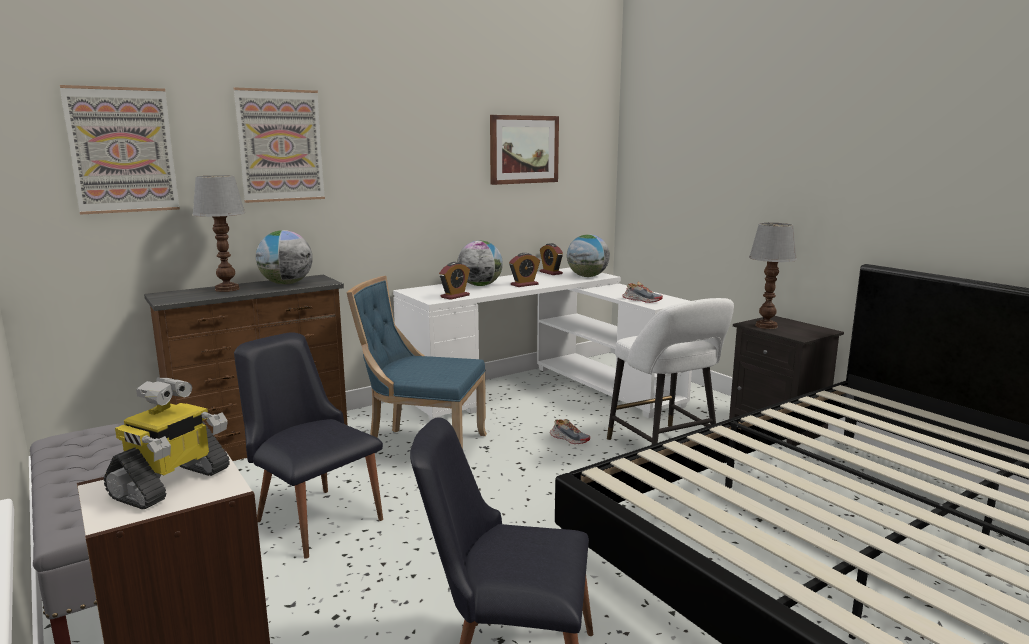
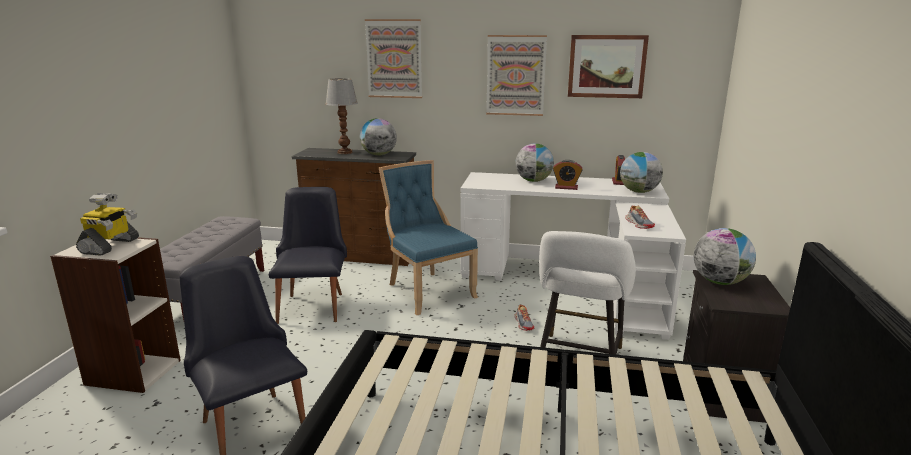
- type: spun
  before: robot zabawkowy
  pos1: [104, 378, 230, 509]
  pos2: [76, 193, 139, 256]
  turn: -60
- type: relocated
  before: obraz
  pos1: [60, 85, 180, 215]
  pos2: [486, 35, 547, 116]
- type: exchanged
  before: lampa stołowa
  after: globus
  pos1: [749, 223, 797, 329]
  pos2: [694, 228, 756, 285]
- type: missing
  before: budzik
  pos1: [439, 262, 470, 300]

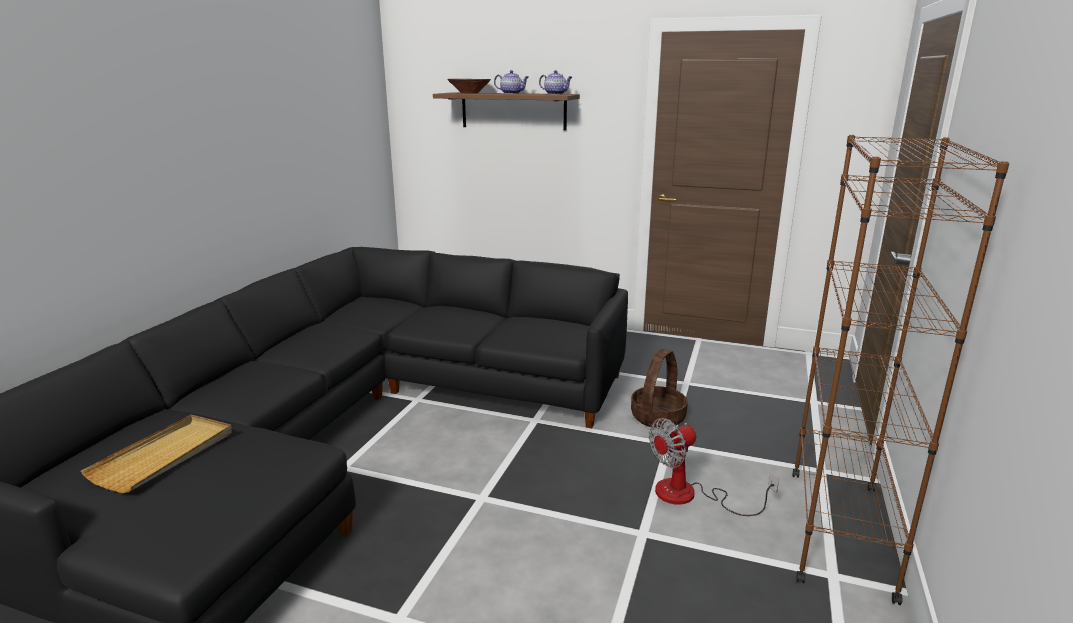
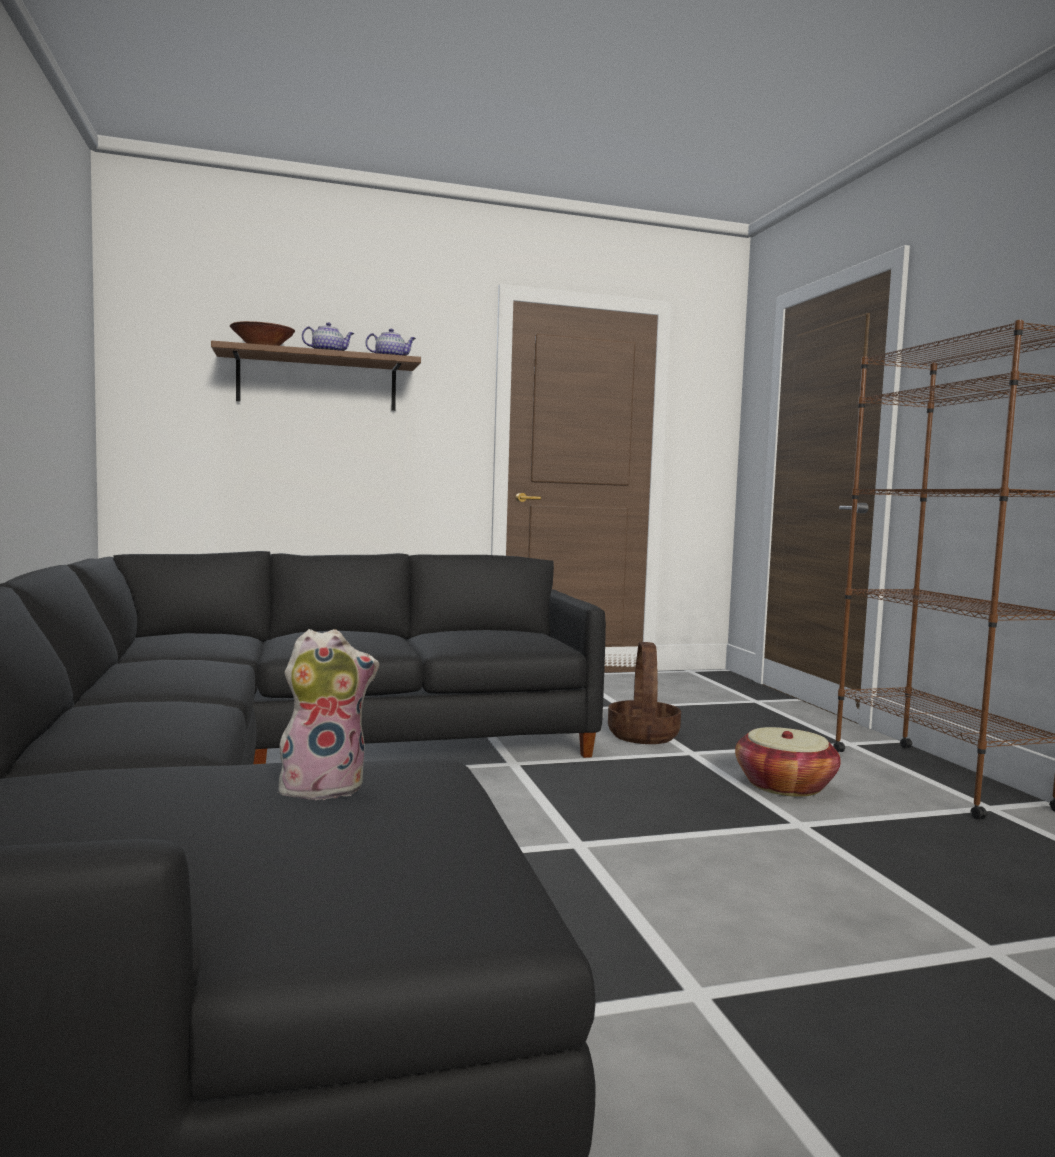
- type: appeared
  after: pluszak
  pos2: [278, 629, 379, 800]
- type: exchanged
  before: wentylator
  after: koszyk
  pos1: [649, 418, 779, 516]
  pos2: [735, 727, 841, 797]
- type: missing
  before: taca [beżowy]
  pos1: [81, 415, 232, 493]

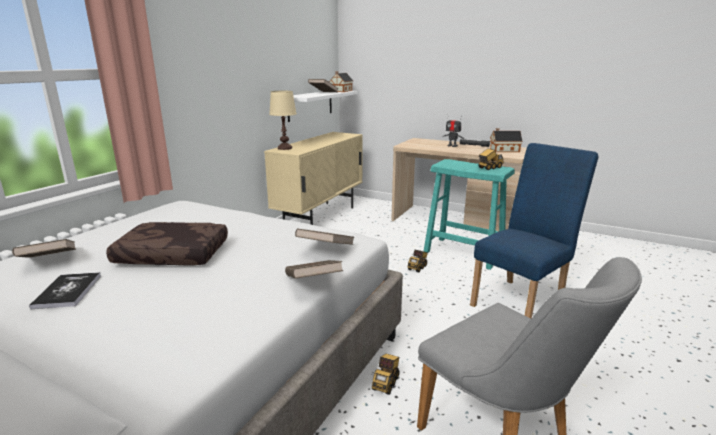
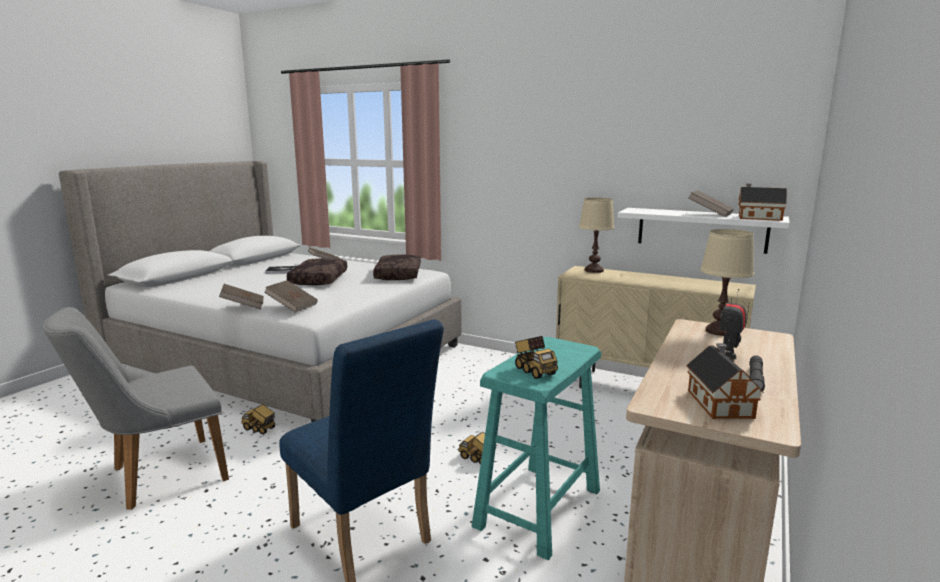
- type: appeared
  after: poduszka [brązowy]
  pos2: [373, 254, 421, 280]
- type: appeared
  after: lampa stołowa [beżowy]
  pos2: [700, 229, 754, 336]

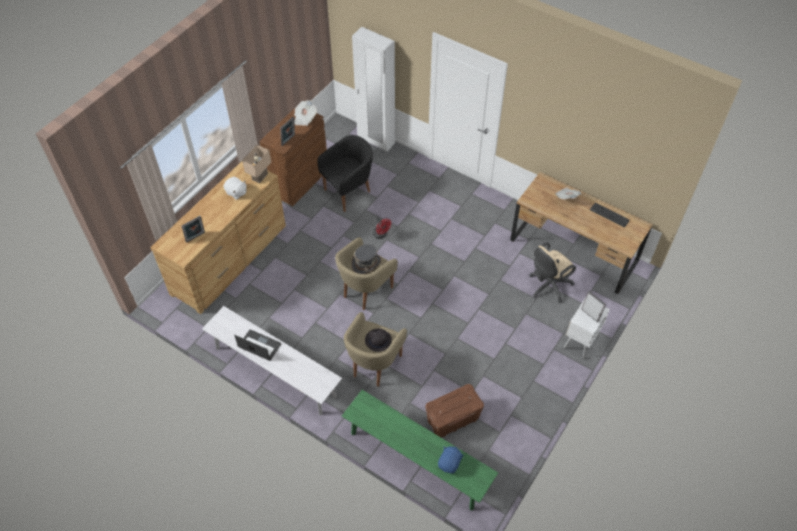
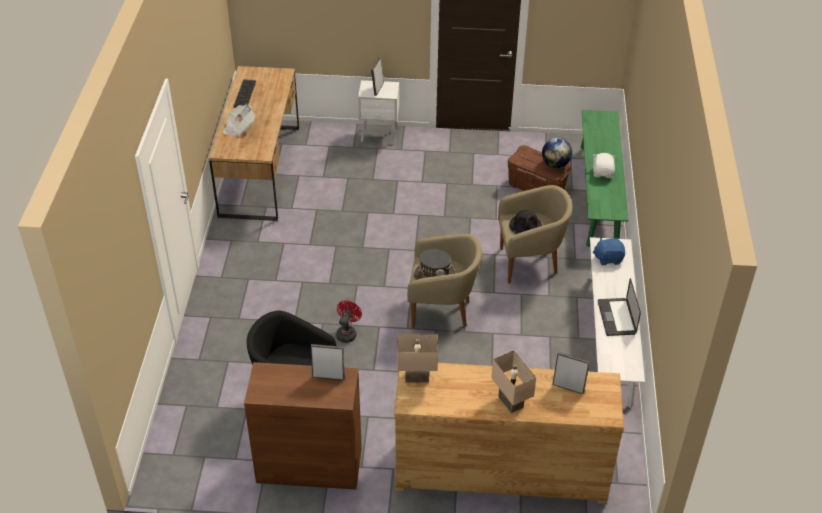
- type: appeared
  after: lampa stołowa [beżowy]
  pos2: [491, 350, 536, 413]
- type: appeared
  after: globus
  pos2: [542, 138, 572, 168]
- type: relocated
  before: pluszak [niebieski]
  pos1: [438, 446, 464, 474]
  pos2: [592, 237, 625, 265]
- type: relocated
  before: pluszak [biały]
  pos1: [223, 177, 247, 200]
  pos2: [593, 153, 616, 178]
- type: missing
  before: gazeta
  pos1: [294, 100, 317, 126]
- type: missing
  before: szafa [biały]
  pos1: [352, 27, 395, 152]
- type: missing
  before: krzesło biurowe [beżowy]
  pos1: [529, 242, 576, 303]

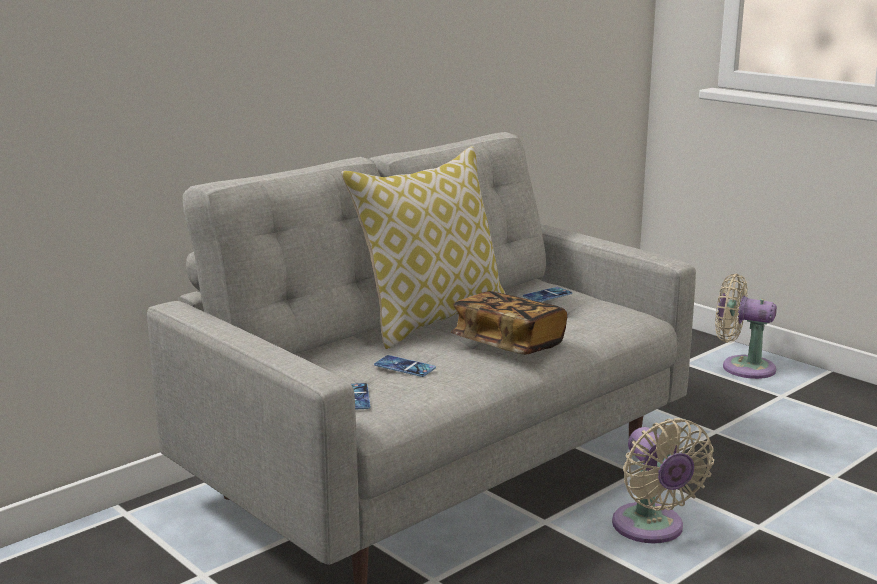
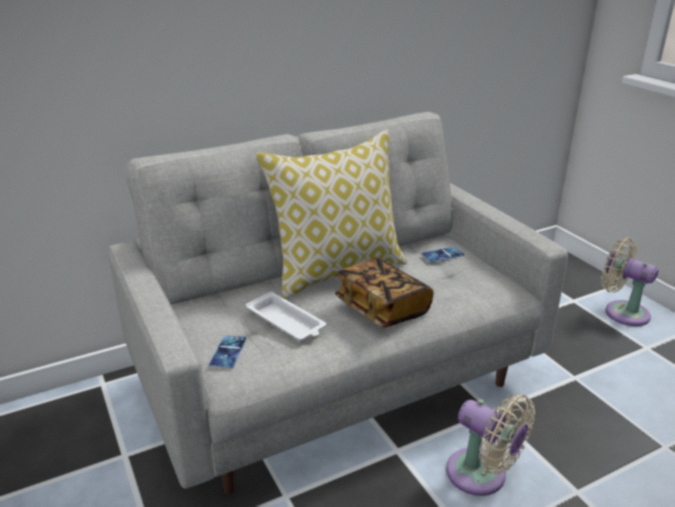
- type: exchanged
  before: telefon
  after: taca [biały]
  pos1: [374, 355, 436, 377]
  pos2: [246, 292, 326, 341]
- type: spun
  before: wentylator [beżowy]
  pos1: [612, 418, 714, 543]
  pos2: [446, 394, 535, 496]
  turn: -45

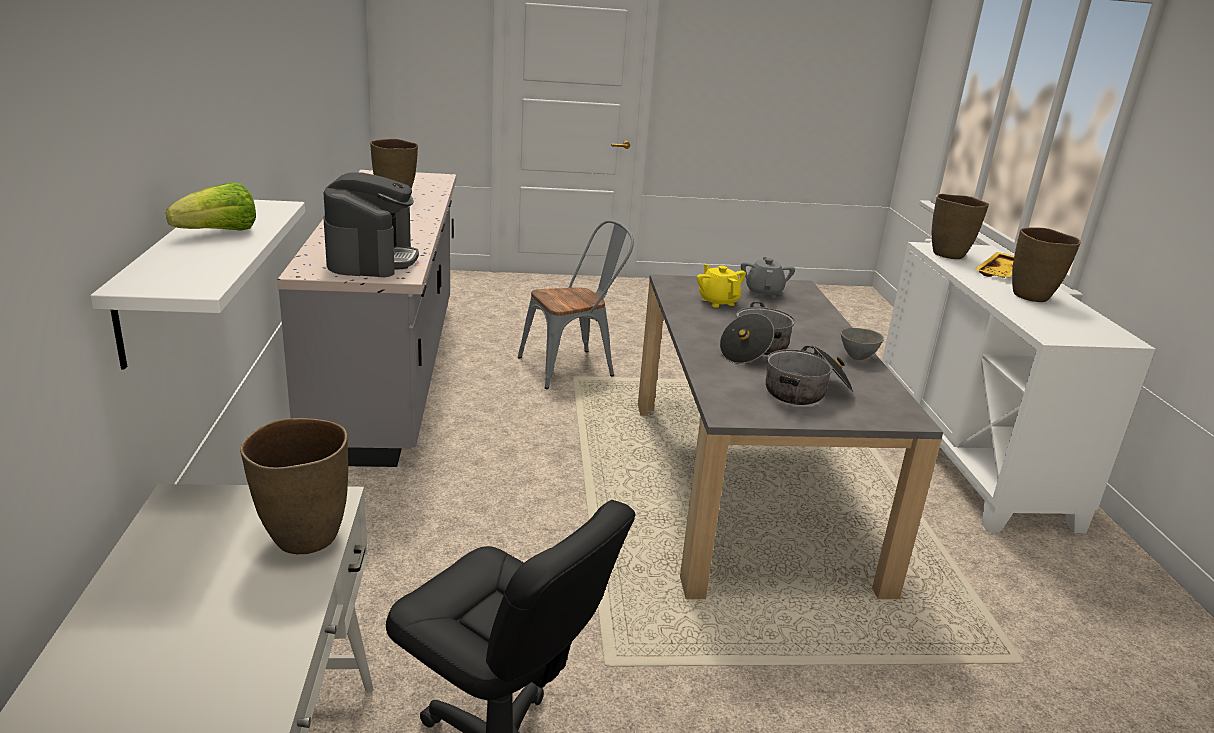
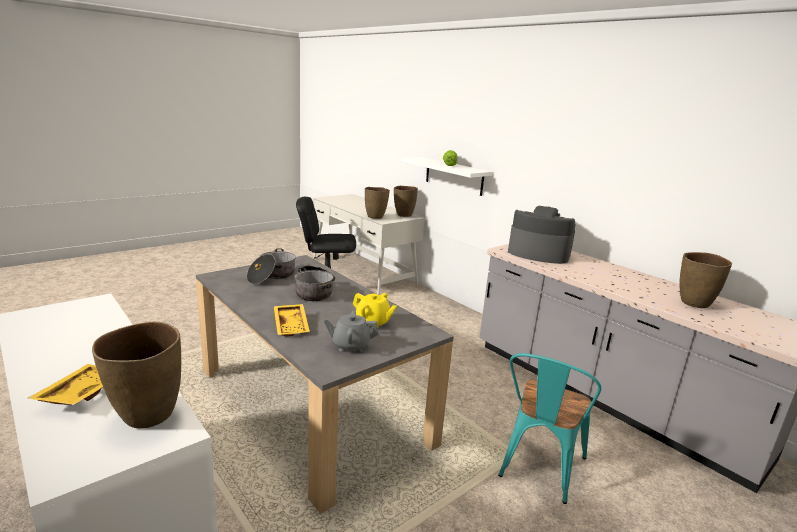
- type: appeared
  after: taca [żółty]
  pos2: [274, 304, 310, 337]
- type: spun
  before: imbryk [szary]
  pos1: [741, 257, 795, 298]
  pos2: [324, 311, 379, 353]
  turn: 120
- type: relocated
  before: wazon [brązowy]
  pos1: [1012, 227, 1081, 302]
  pos2: [394, 186, 418, 217]
- type: colour
  before: krzesło [szary]
  after: krzesło [turkusowy]
  pos1: [518, 220, 634, 389]
  pos2: [498, 353, 601, 504]
- type: spun
  before: ekspres do kawy
  pos1: [324, 173, 419, 277]
  pos2: [508, 206, 576, 264]
  turn: 150
- type: missing
  before: miska [szary]
  pos1: [841, 328, 884, 360]

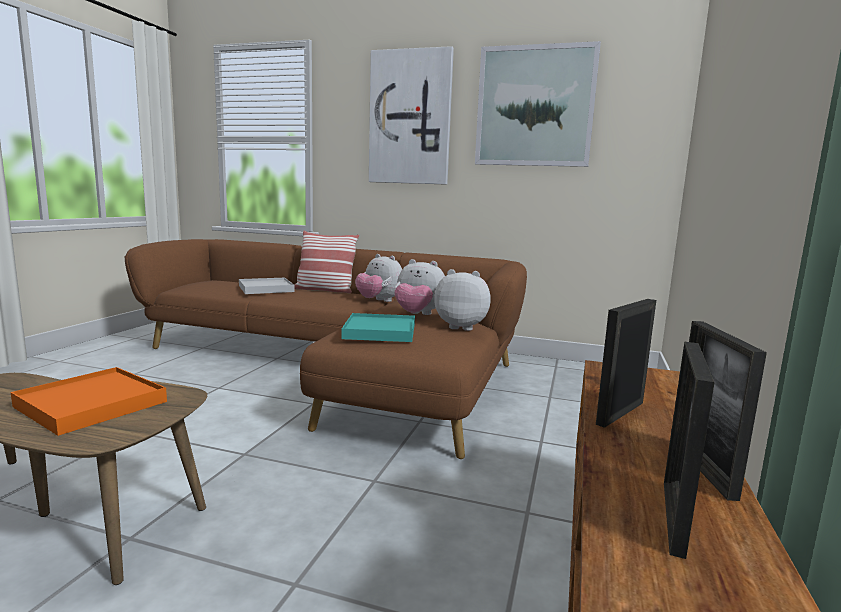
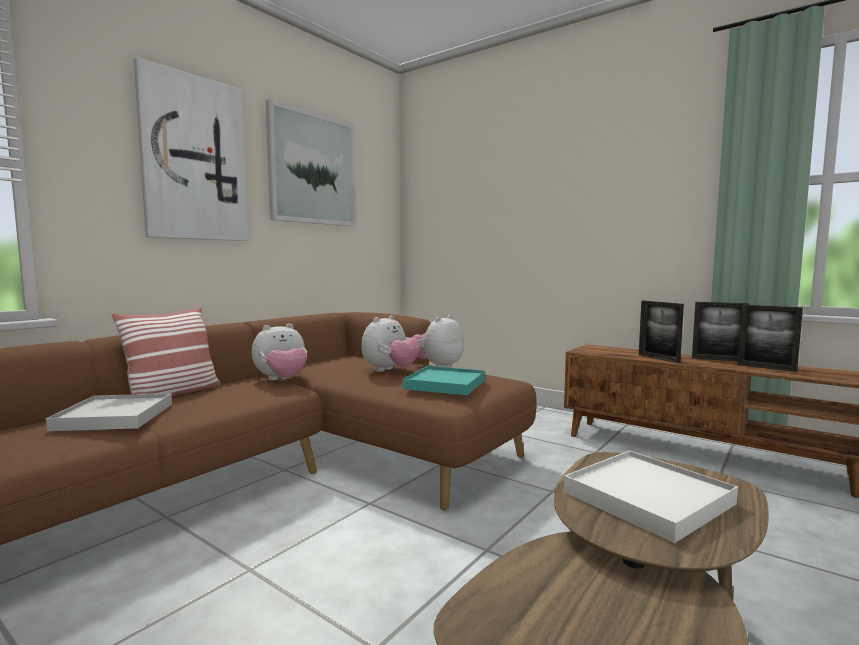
- type: colour
  before: taca [pomarańczowy]
  after: taca [biały]
  pos1: [11, 367, 167, 436]
  pos2: [564, 450, 738, 543]

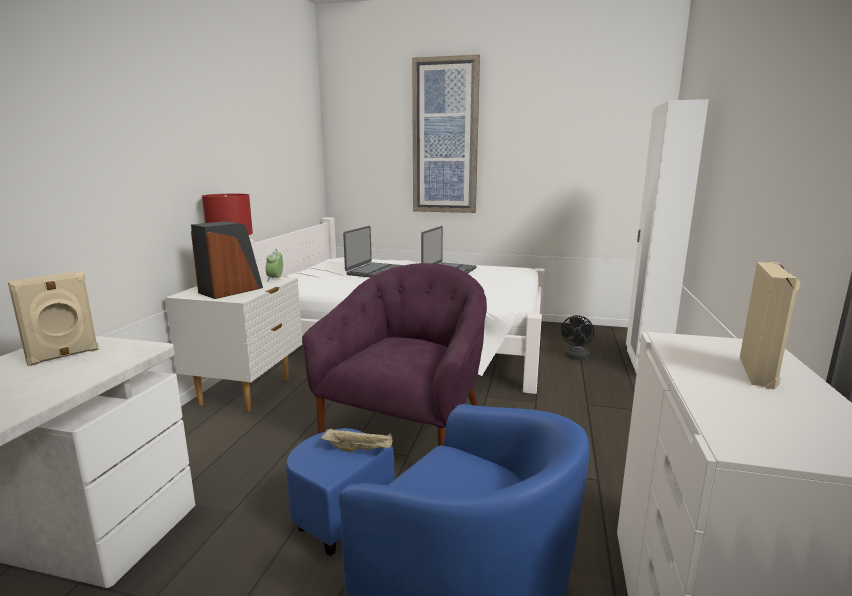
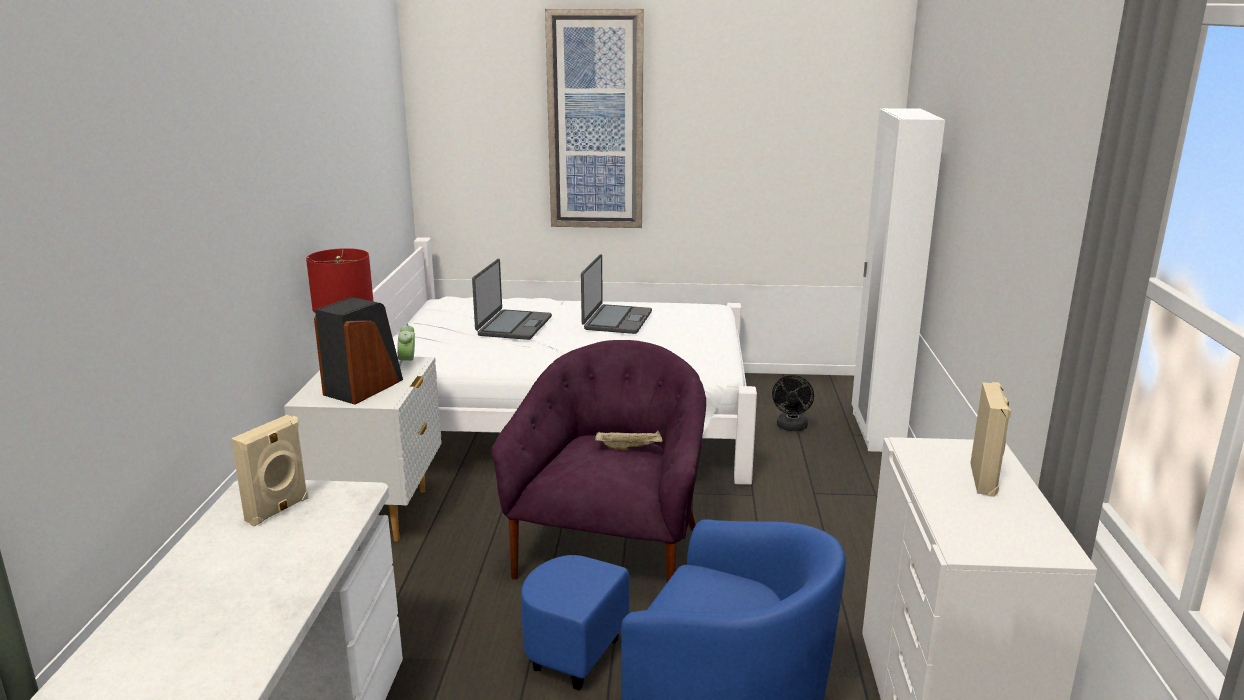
- type: relocated
  before: taca [beżowy]
  pos1: [321, 429, 393, 452]
  pos2: [595, 431, 663, 450]

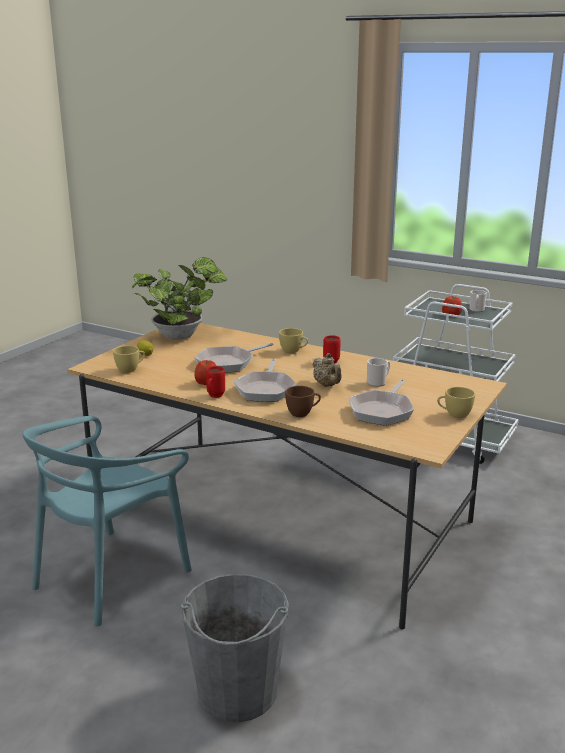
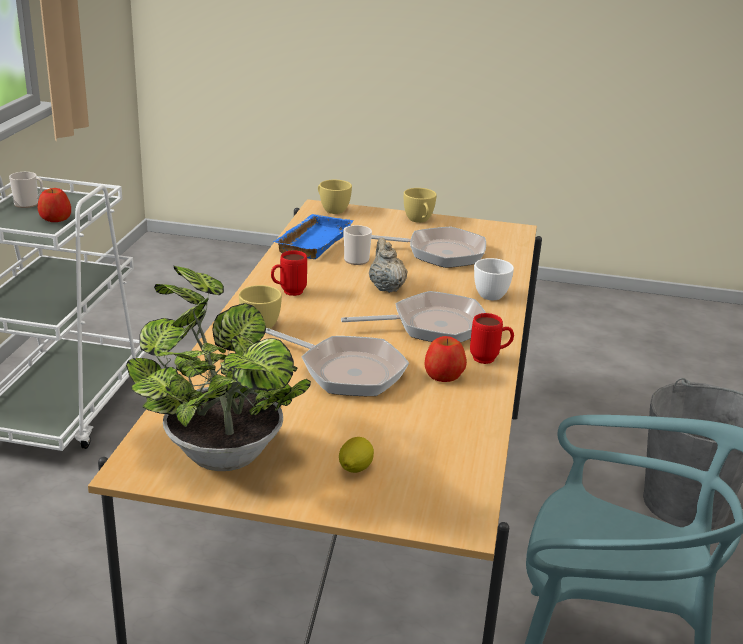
- type: appeared
  after: taca [niebieski]
  pos2: [273, 214, 354, 259]
- type: relocated
  before: filiżanka [żółty]
  pos1: [113, 346, 145, 373]
  pos2: [318, 180, 352, 214]
- type: spun
  before: imbryk [beżowy]
  pos1: [312, 353, 342, 387]
  pos2: [369, 238, 408, 293]
  turn: -60
- type: colour
  before: filiżanka [brązowy]
  after: filiżanka [biały]
  pos1: [285, 386, 321, 417]
  pos2: [474, 258, 514, 300]

